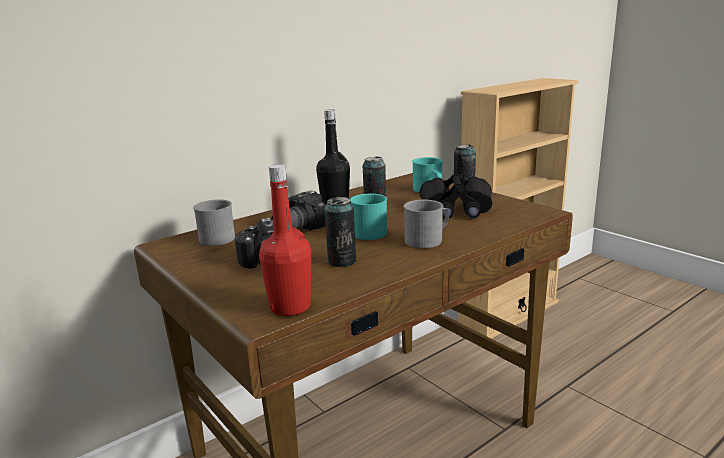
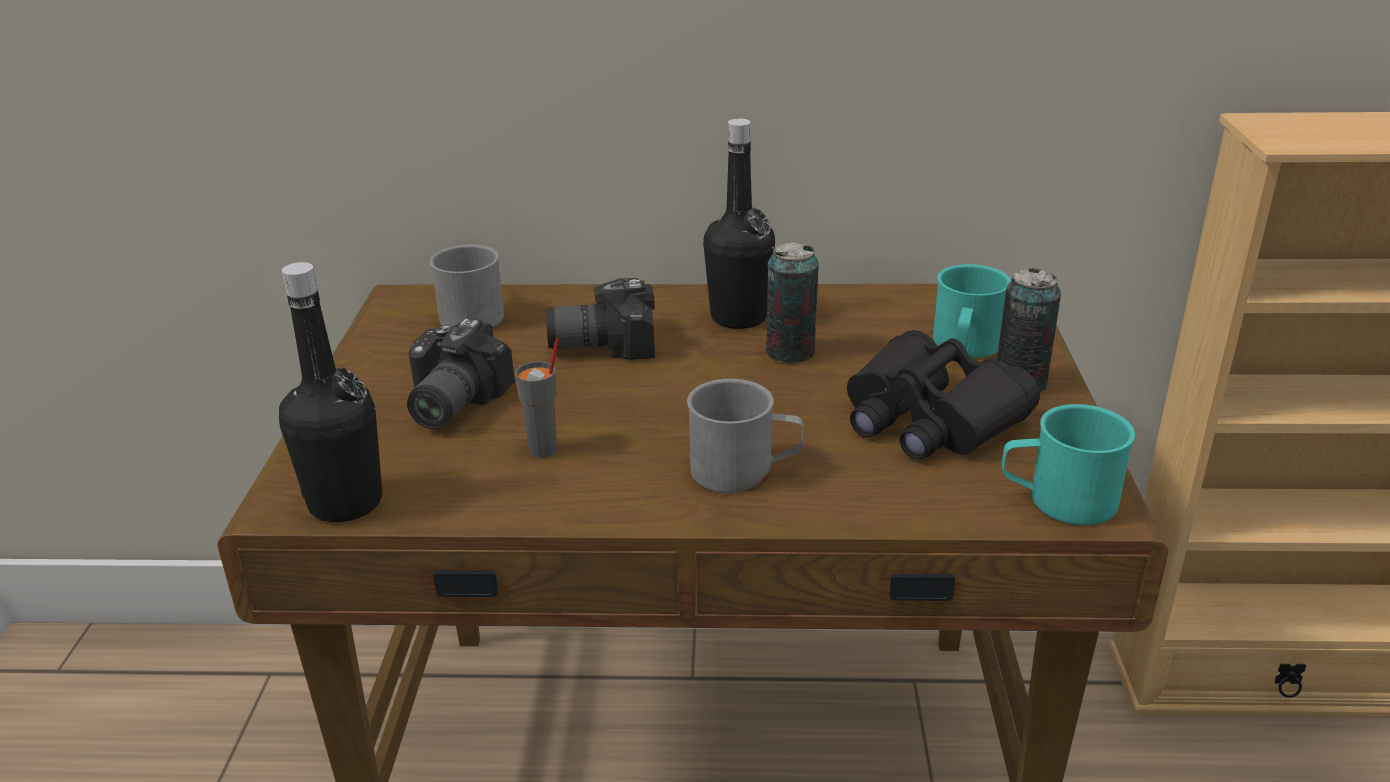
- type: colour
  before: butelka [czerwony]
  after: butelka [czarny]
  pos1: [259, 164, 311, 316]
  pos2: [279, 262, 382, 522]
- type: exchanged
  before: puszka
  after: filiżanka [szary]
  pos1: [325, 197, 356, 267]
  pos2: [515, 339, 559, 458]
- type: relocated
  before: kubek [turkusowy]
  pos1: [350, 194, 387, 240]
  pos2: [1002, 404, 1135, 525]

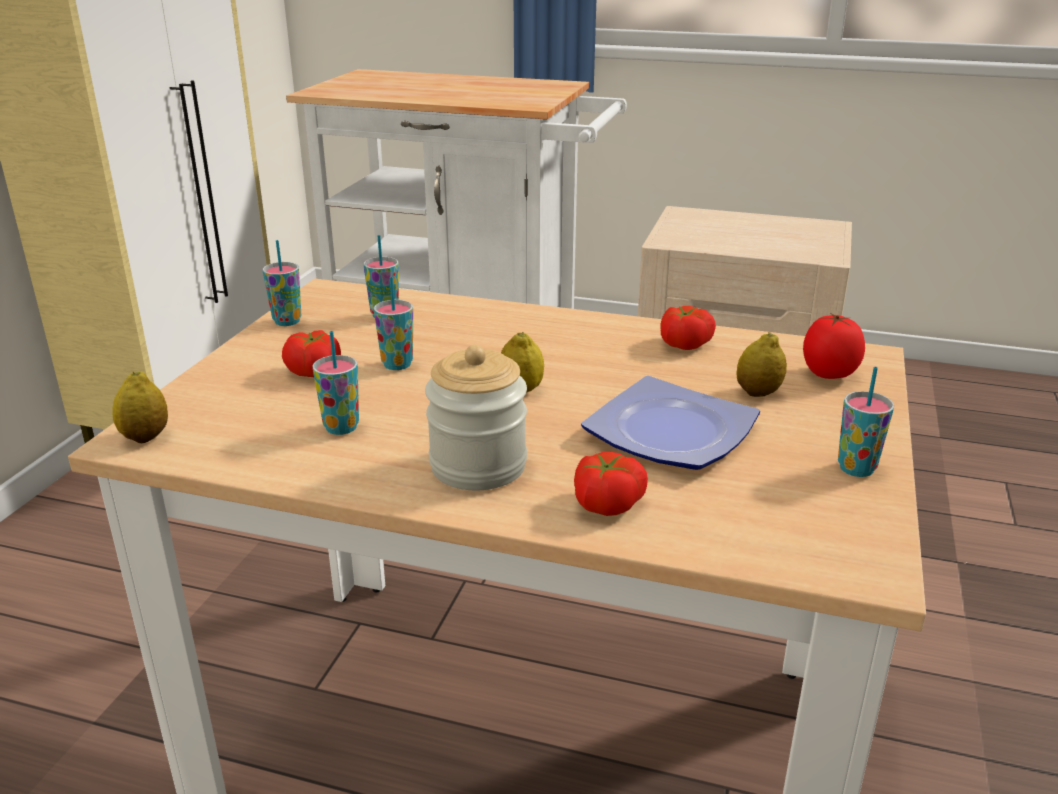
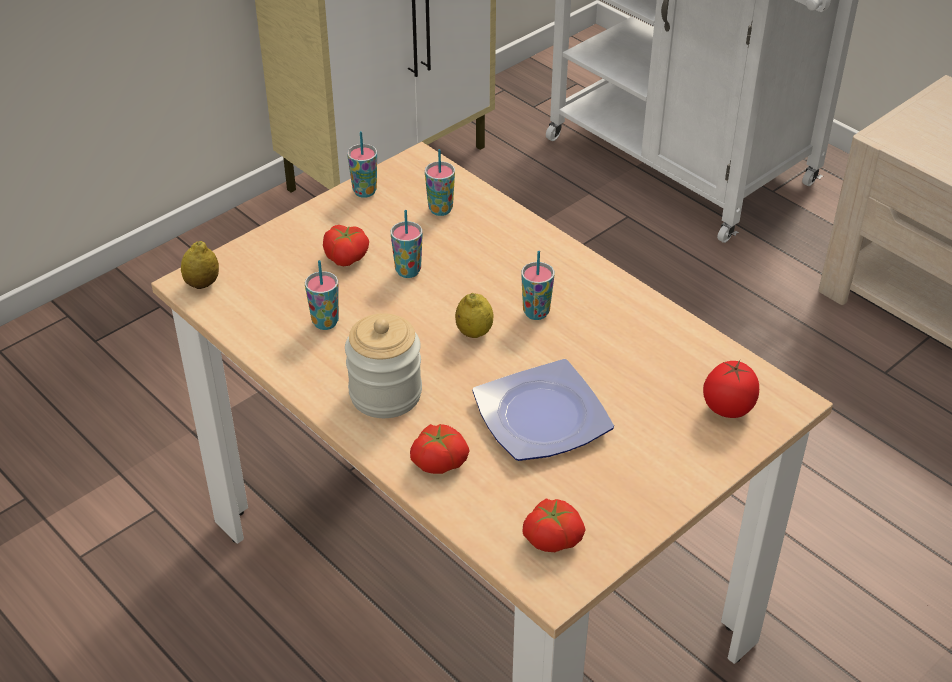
- type: relocated
  before: filiżanka
  pos1: [838, 367, 894, 477]
  pos2: [521, 251, 554, 320]
- type: relocated
  before: pomidor
  pos1: [660, 306, 716, 350]
  pos2: [522, 499, 586, 552]
- type: missing
  before: cytryna
  pos1: [737, 332, 787, 397]

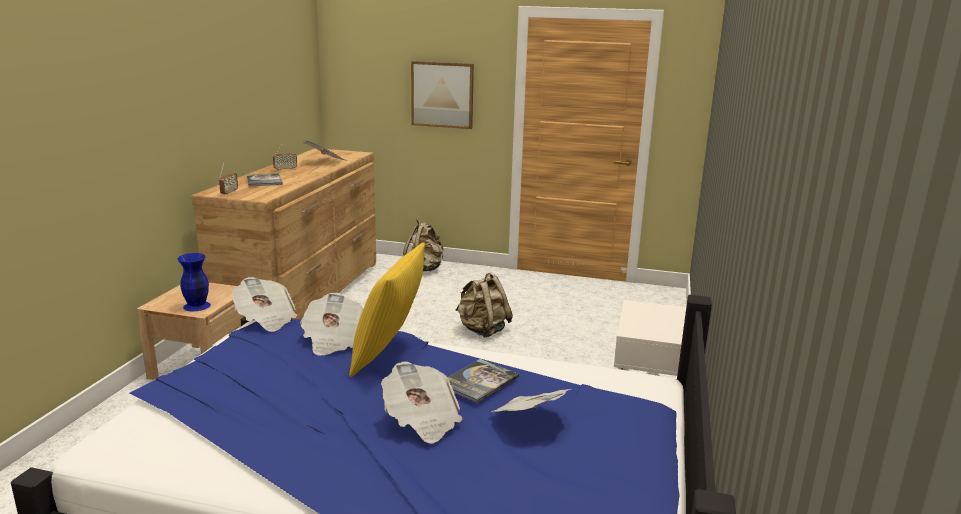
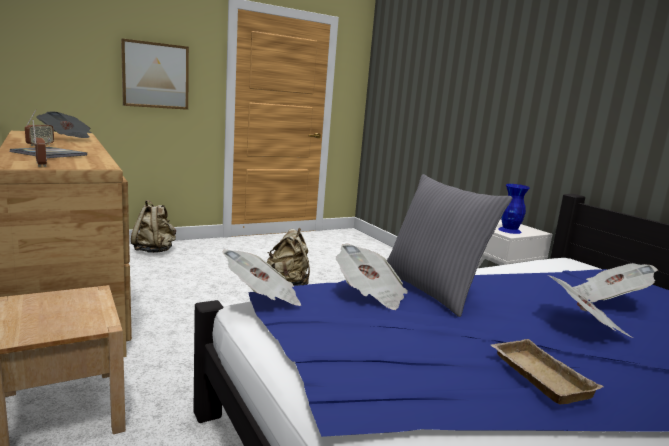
- type: colour
  before: poduszka [żółty]
  after: poduszka [szary]
  pos1: [349, 242, 425, 377]
  pos2: [387, 174, 512, 317]
- type: appeared
  after: taca [beżowy]
  pos2: [491, 339, 603, 405]
- type: relocated
  before: wazon [niebieski]
  pos1: [177, 253, 211, 311]
  pos2: [498, 184, 530, 234]
- type: missing
  before: książka
  pos1: [448, 359, 519, 403]

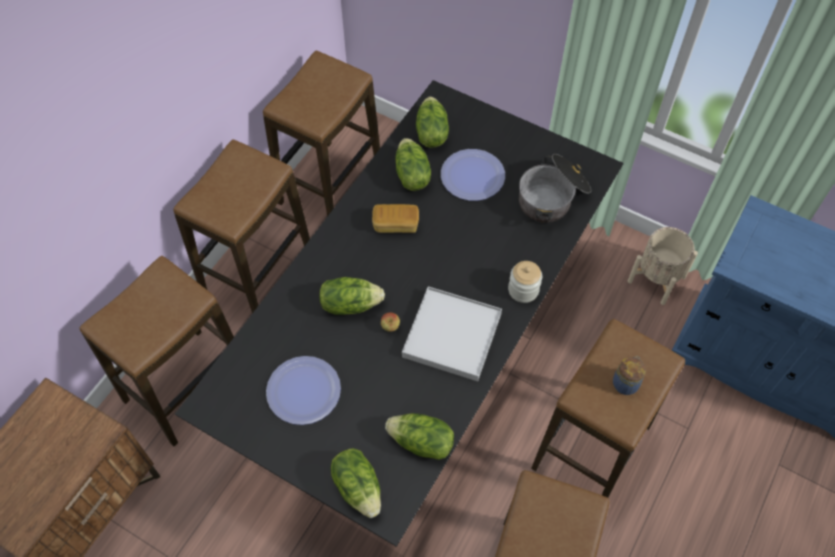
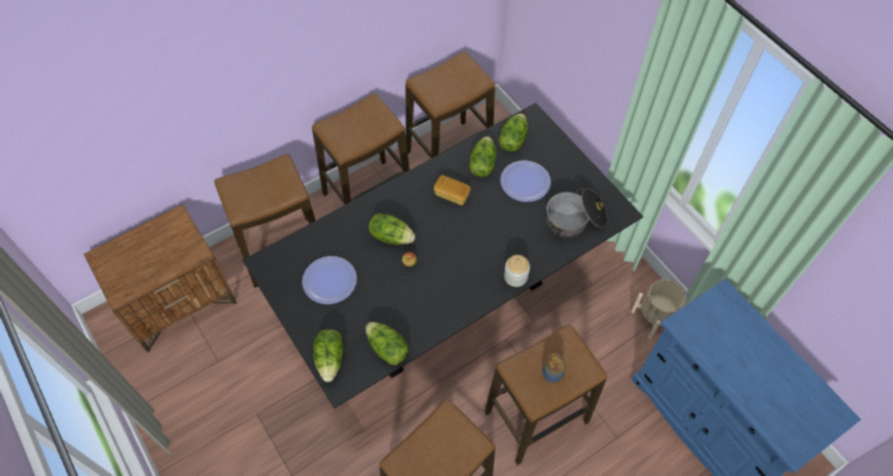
- type: missing
  before: taca [biały]
  pos1: [402, 286, 502, 381]

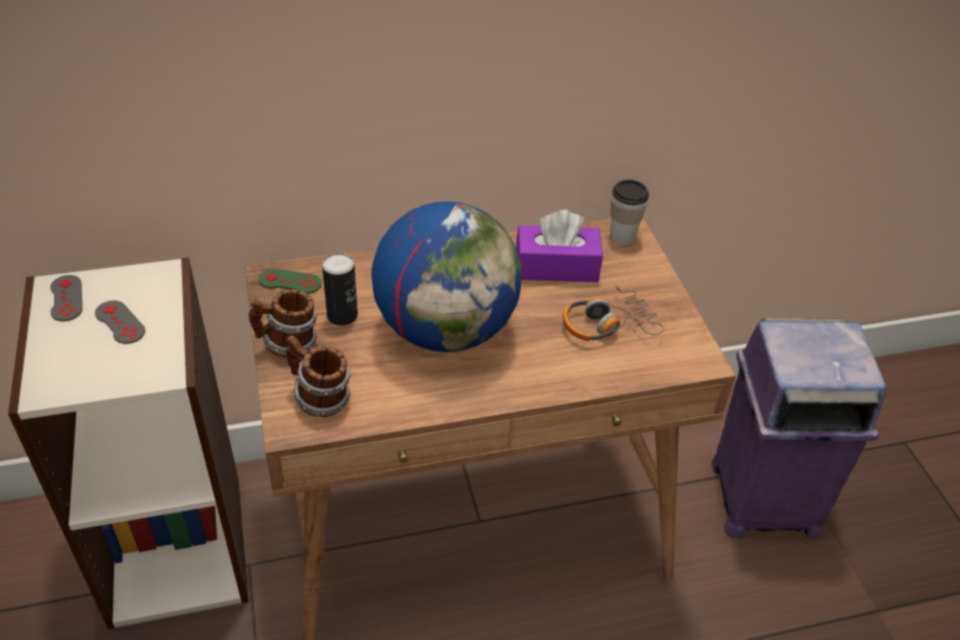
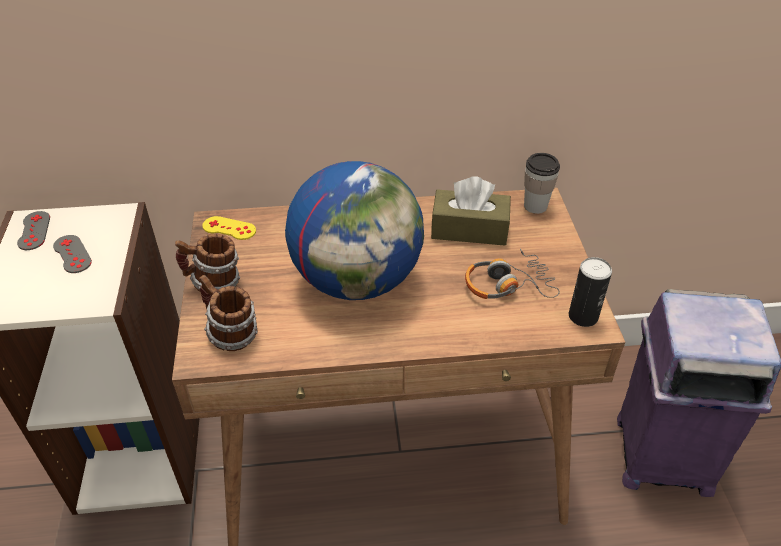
- type: colour
  before: pad do gier [zielony]
  after: pad do gier [żółty]
  pos1: [259, 269, 322, 294]
  pos2: [202, 216, 256, 240]
- type: colour
  before: pudełko chusteczek [fioletowy]
  after: pudełko chusteczek [brązowy]
  pos1: [516, 210, 603, 282]
  pos2: [431, 176, 511, 246]
- type: relocated
  before: puszka
  pos1: [322, 253, 358, 326]
  pos2: [569, 257, 612, 327]

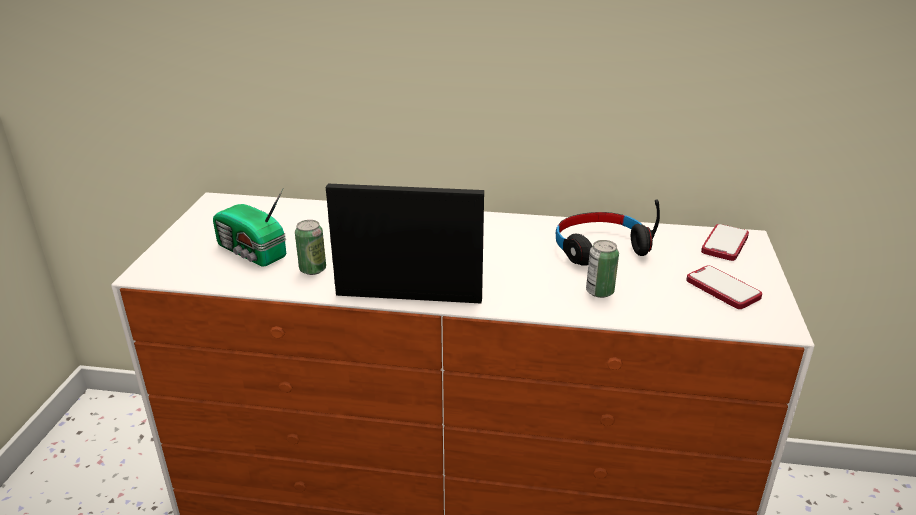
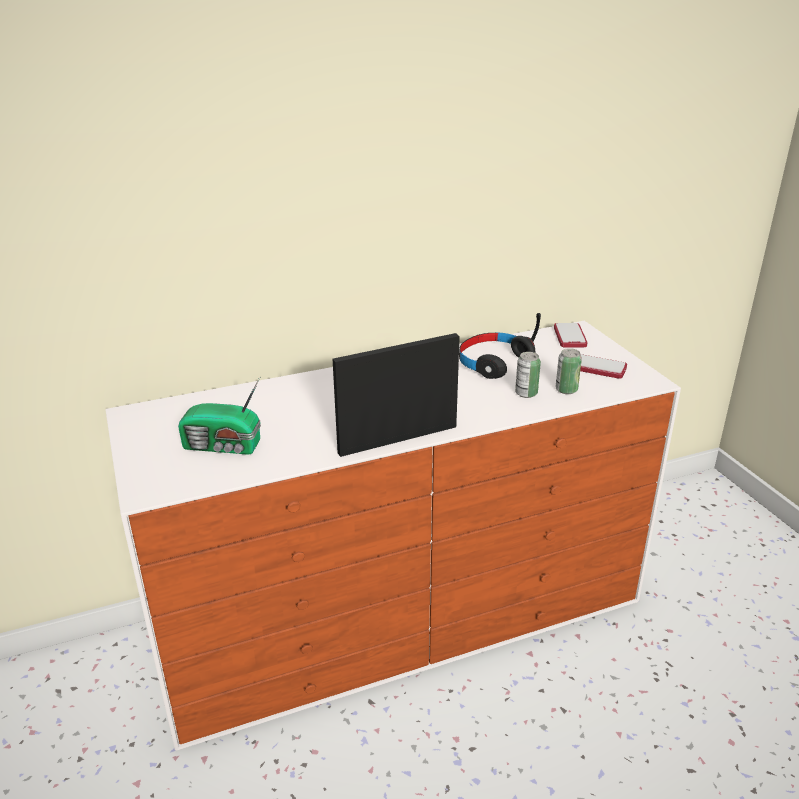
- type: relocated
  before: puszka
  pos1: [295, 220, 326, 275]
  pos2: [555, 348, 582, 394]

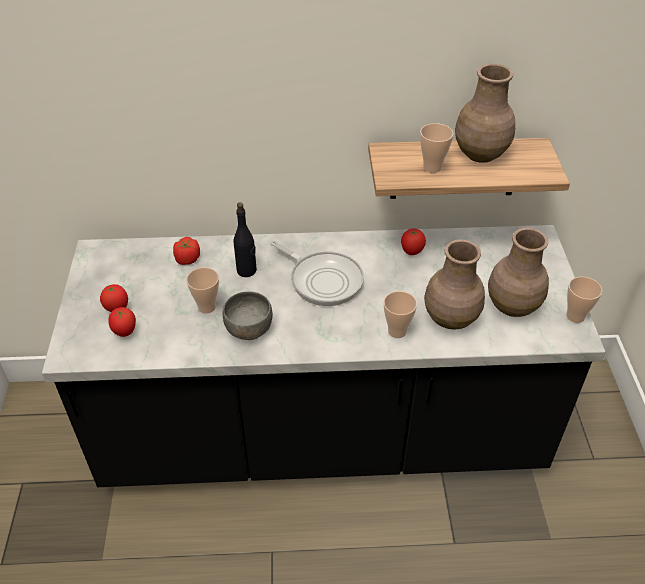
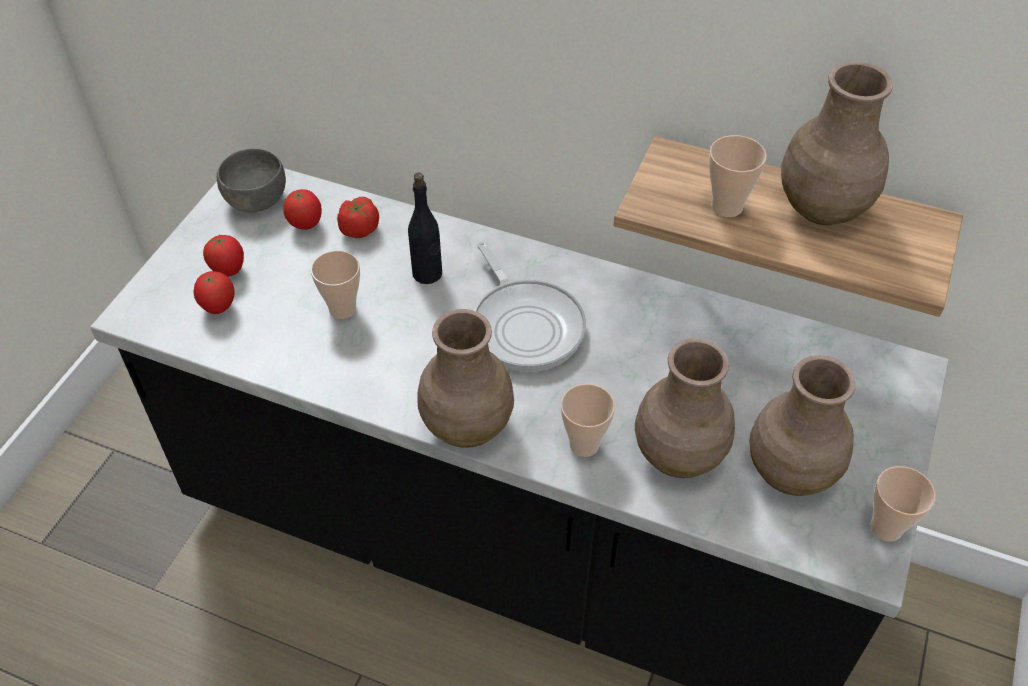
- type: relocated
  before: miska [szary]
  pos1: [223, 291, 273, 340]
  pos2: [217, 149, 286, 213]
- type: relocated
  before: pomidor
  pos1: [401, 229, 426, 255]
  pos2: [283, 189, 322, 230]
- type: appeared
  after: wazon [brązowy]
  pos2: [417, 309, 514, 448]

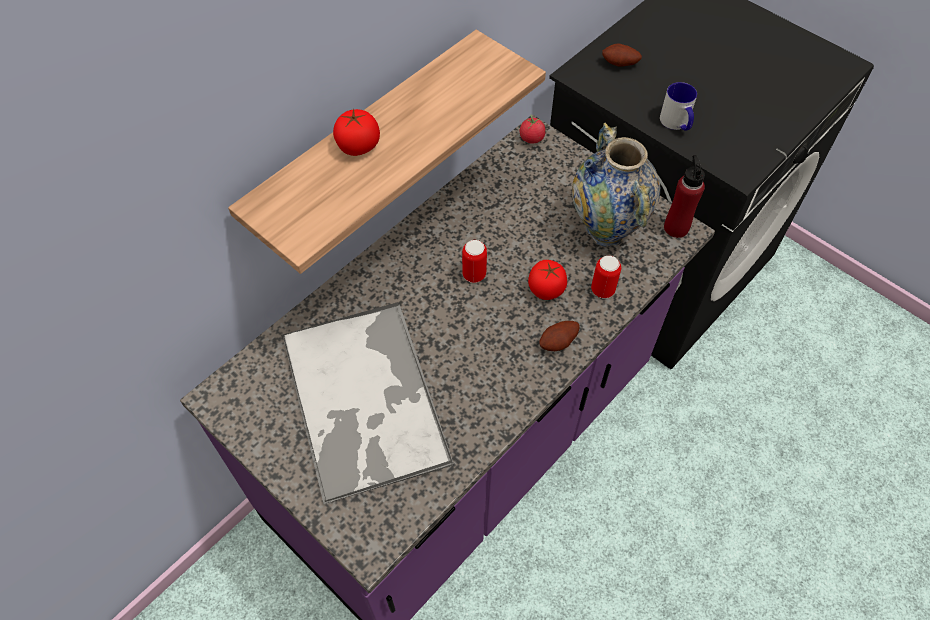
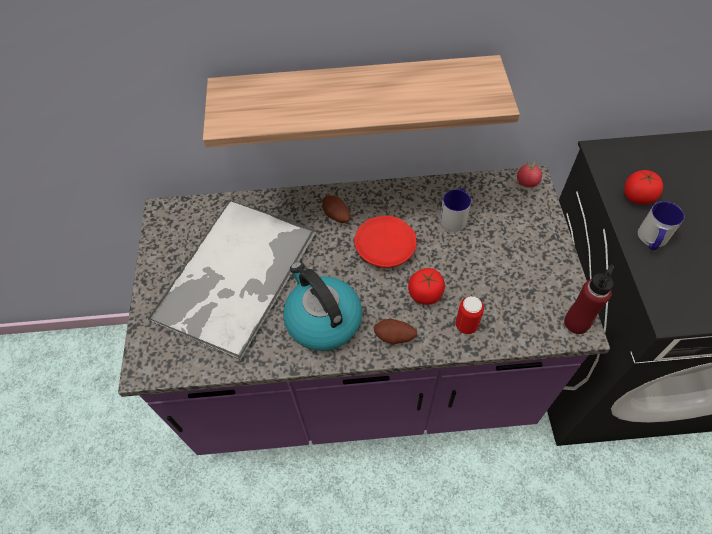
- type: appeared
  after: czajnik
  pos2: [283, 262, 362, 351]
- type: relocated
  before: ziemniak
  pos1: [602, 44, 642, 67]
  pos2: [322, 195, 350, 223]
- type: exchanged
  before: puszka
  after: talerz [czerwony]
  pos1: [462, 240, 487, 283]
  pos2: [354, 216, 417, 268]
- type: appeared
  after: kubek
  pos2: [440, 188, 471, 232]
- type: relocated
  before: pomidor
  pos1: [333, 108, 380, 156]
  pos2: [624, 170, 663, 205]
- type: missing
  before: wazon
  pos1: [572, 122, 660, 247]

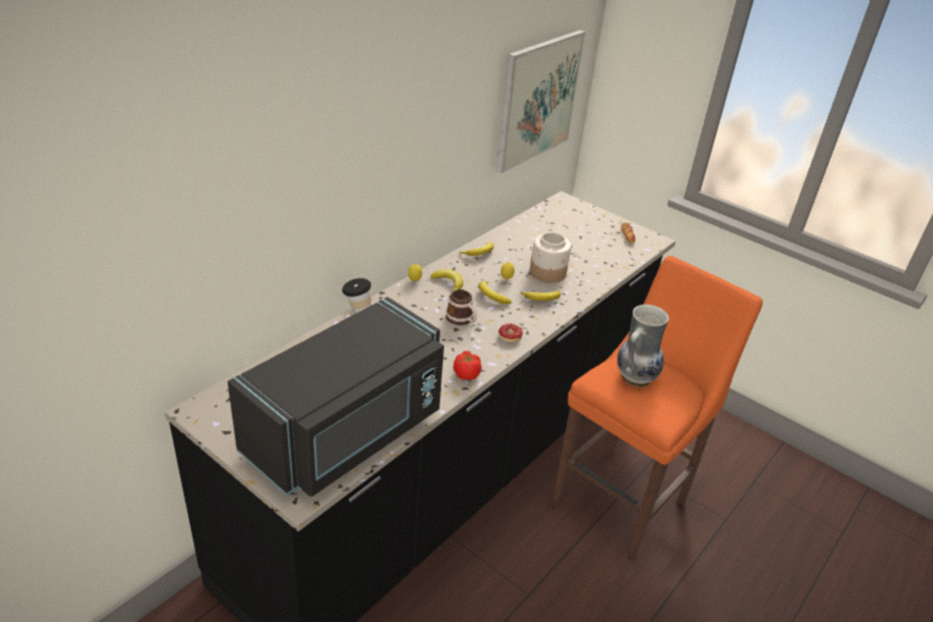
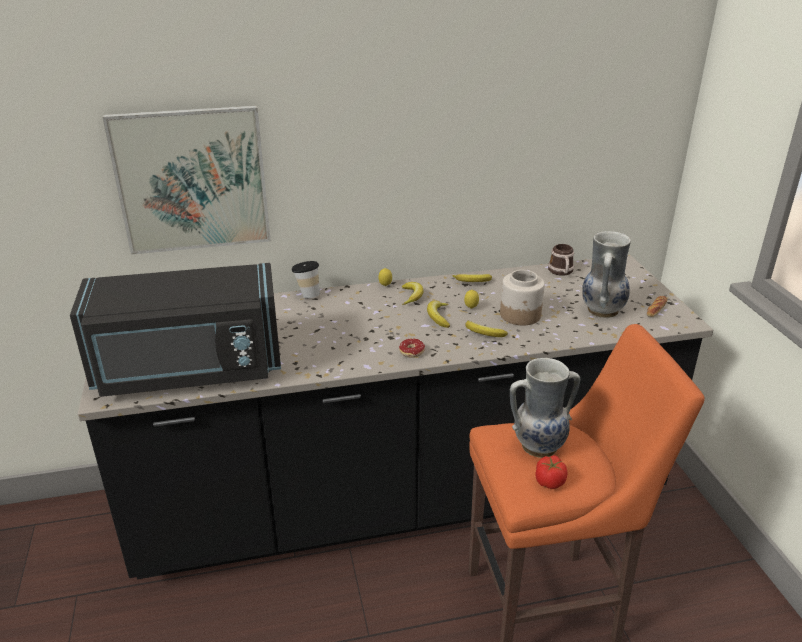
- type: relocated
  before: obraz
  pos1: [496, 30, 585, 173]
  pos2: [103, 105, 271, 255]
- type: relocated
  before: pomidor
  pos1: [453, 351, 482, 380]
  pos2: [535, 455, 567, 489]
- type: relocated
  before: kubek
  pos1: [446, 290, 477, 325]
  pos2: [548, 244, 574, 276]
- type: appeared
  after: wazon
  pos2: [582, 231, 631, 318]

